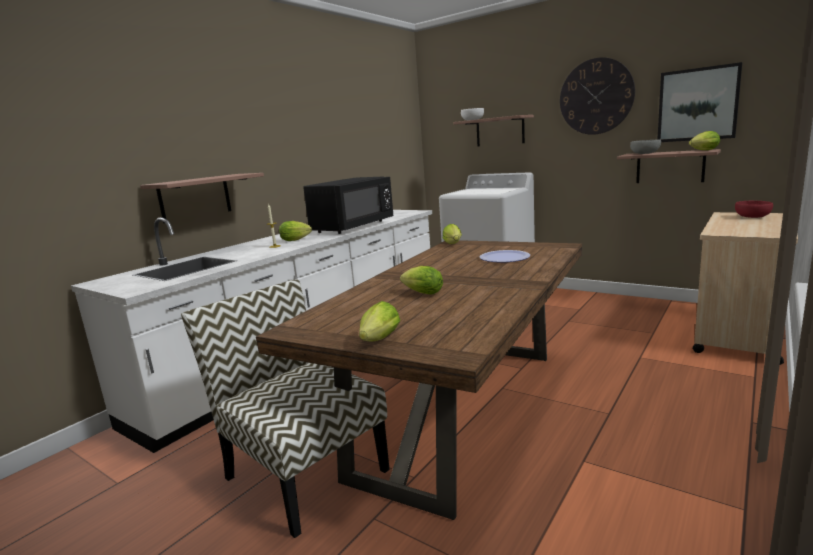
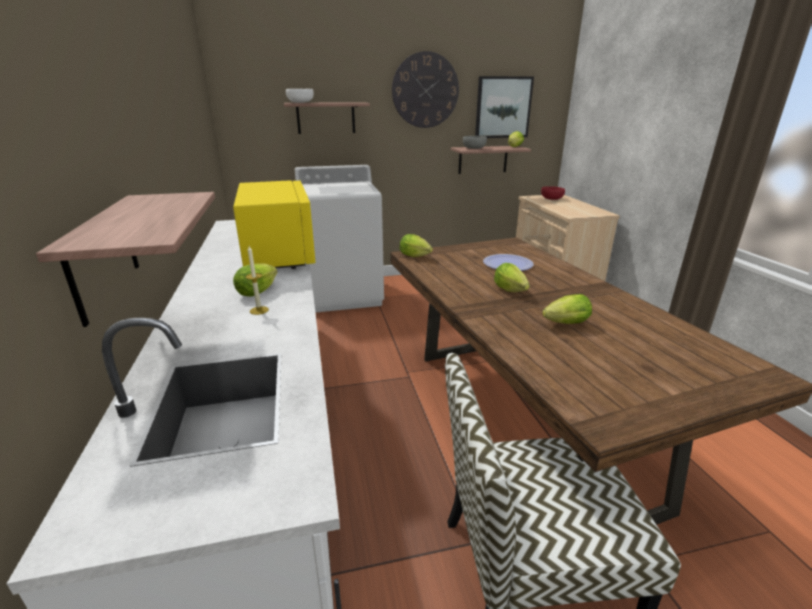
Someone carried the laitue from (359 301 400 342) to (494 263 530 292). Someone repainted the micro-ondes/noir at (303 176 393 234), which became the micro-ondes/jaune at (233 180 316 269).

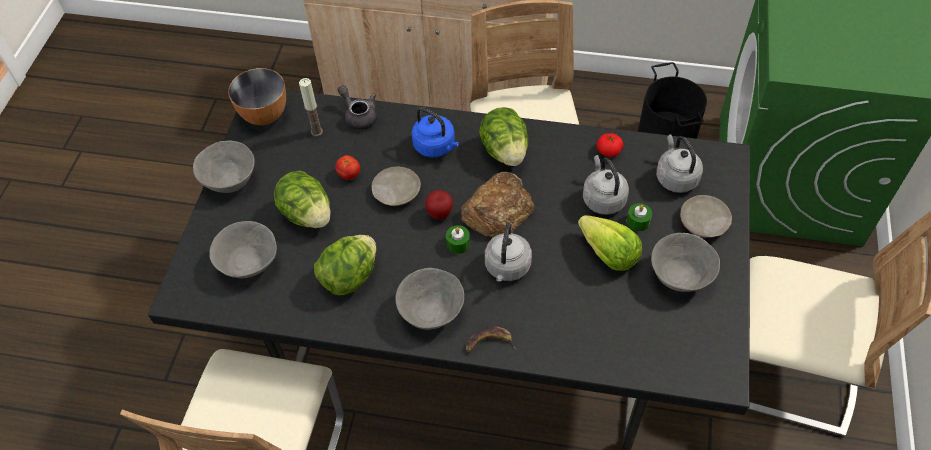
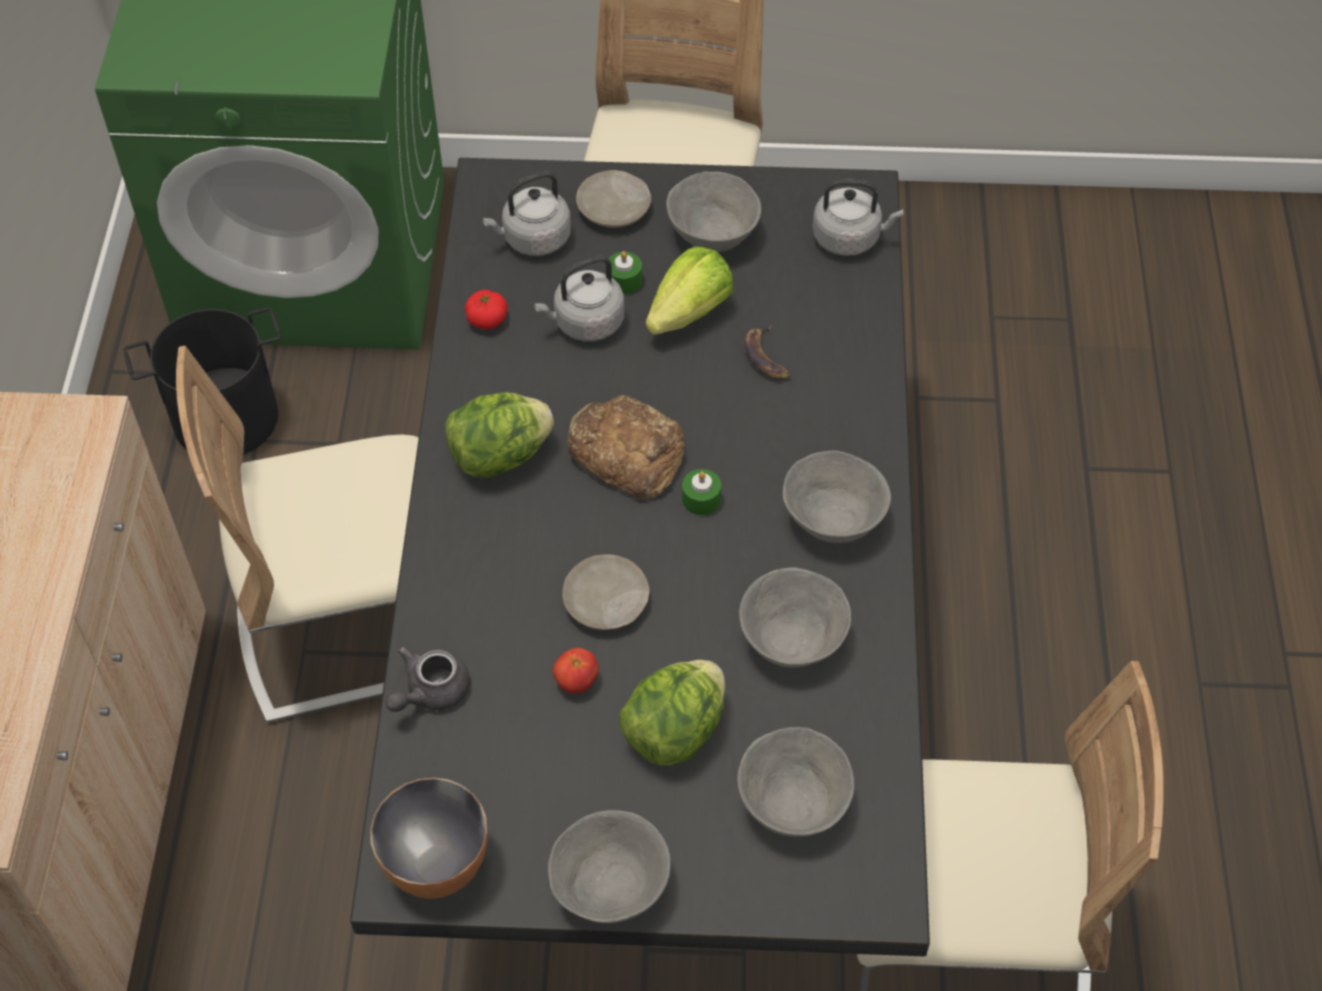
Someone took away the bougie at (299 78 323 136). Someone took away the bouilloire/bleu at (412 107 459 158). Someone took away the pomme at (425 190 453 219). Someone carried the banane from (466 326 516 353) to (745 326 791 379). Someone carried the bouilloire/gris from (485 223 532 282) to (812 179 904 256). Someone swapped the laitue at (314 235 376 295) for the bol/gris at (739 567 851 668).

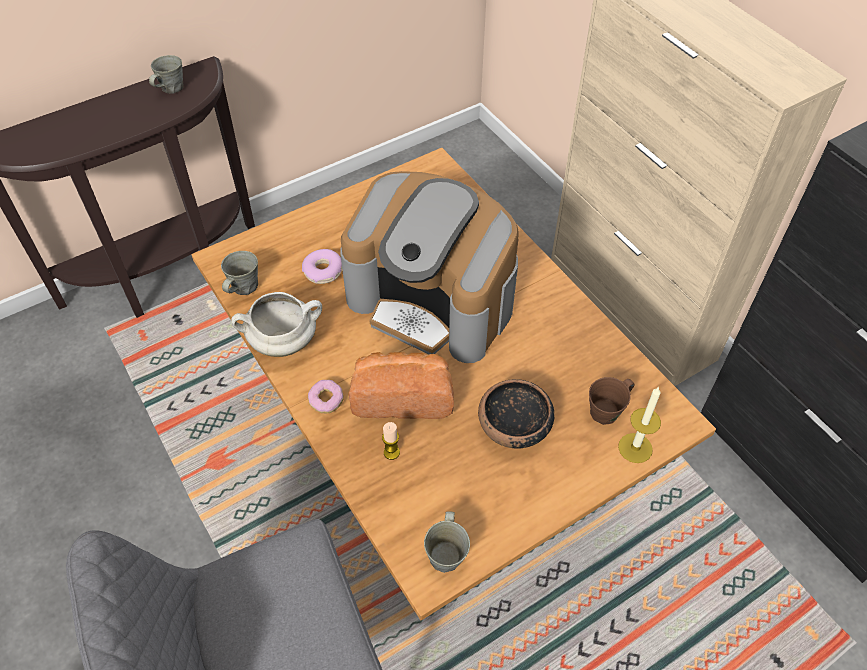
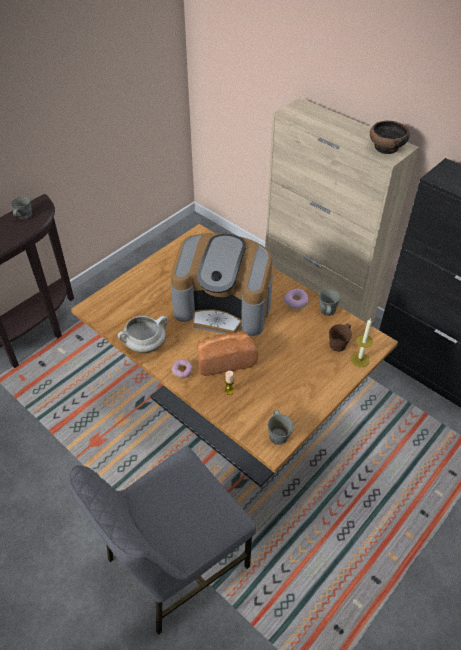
Someone carried the mug/gris from (221 251 258 295) to (319 289 340 316). Someone carried the beignet from (302 249 342 284) to (284 289 308 309). Someone carried the bol from (478 379 555 449) to (370 121 410 154).

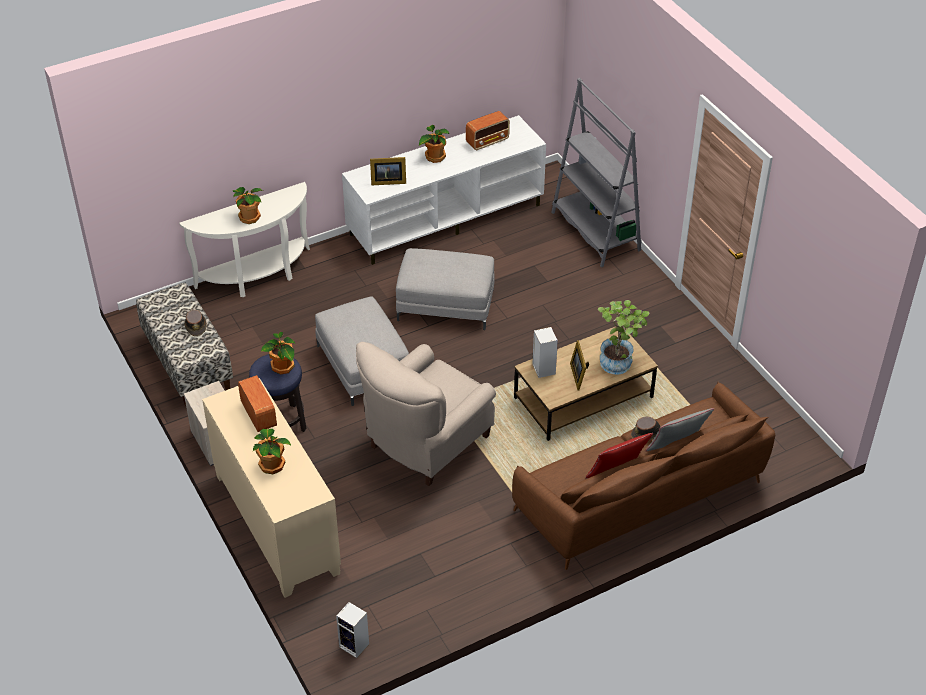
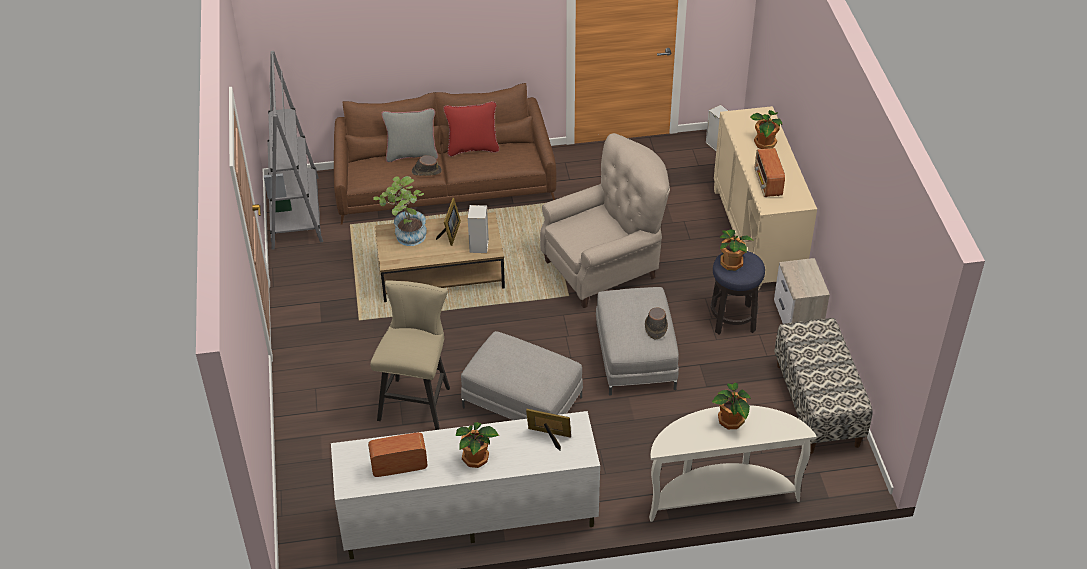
Someone put down the tabouret/beige at (370 280 450 430). Someone carried the chapeau/marron from (184 310 207 336) to (645 307 668 339). Someone carried the bibliothèque/gris from (551 78 642 267) to (264 51 323 249).

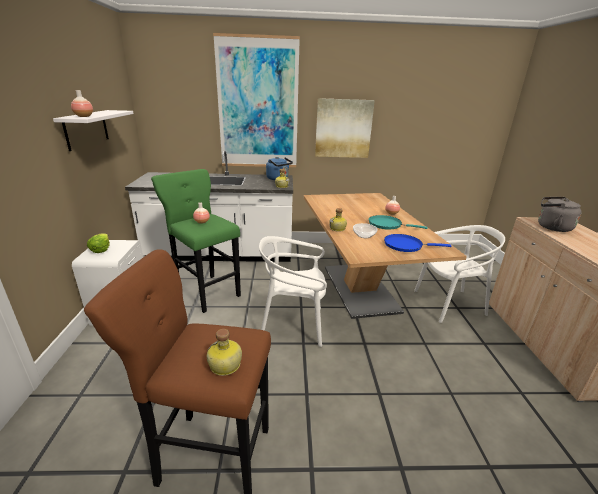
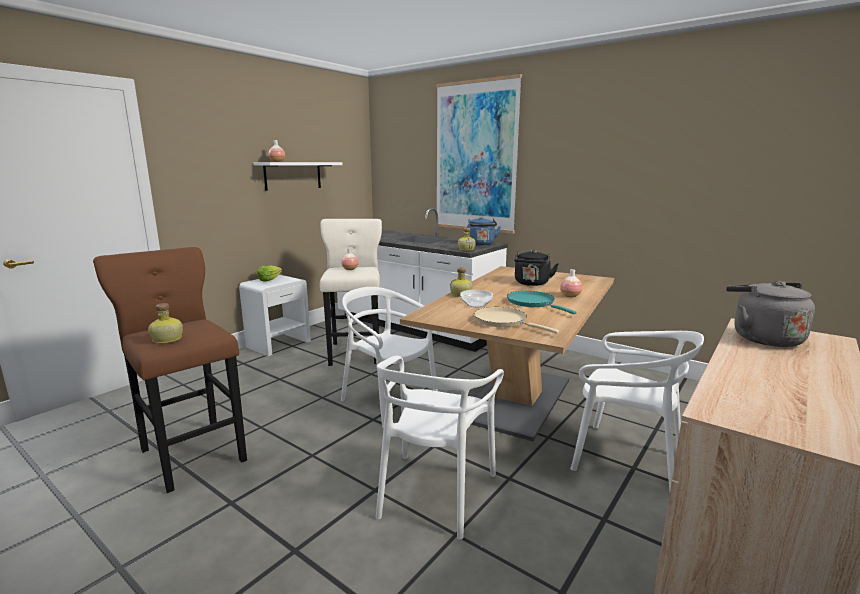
Someone took away the tableau at (315 98 375 158). Someone put down the chaise/blanc at (376 356 504 540). Someone put down the bouilloire/noir at (514 250 558 286). Someone repainted the tabouret/vert at (151 169 241 313), which became the tabouret/beige at (320 219 382 366). Someone repainted the poêle/bleu at (384 234 451 252), which became the poêle/beige at (474 307 559 334).

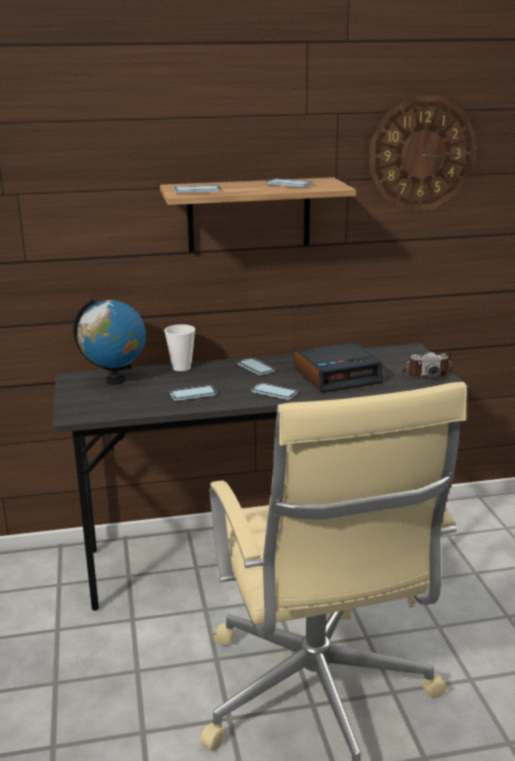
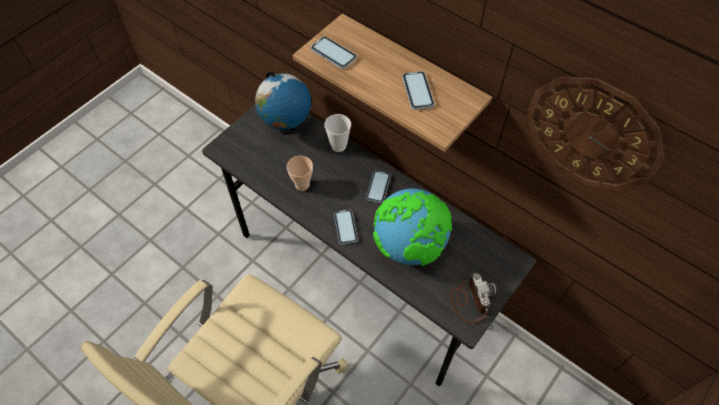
Someone swapped the téléphone at (170 385 217 401) for the tasse at (287 156 313 191). Someone swapped the réveil at (294 342 383 393) for the globe at (373 188 452 266). Someone rotated the appareil photo at (398 352 452 377) by 150 degrees counterclockwise.

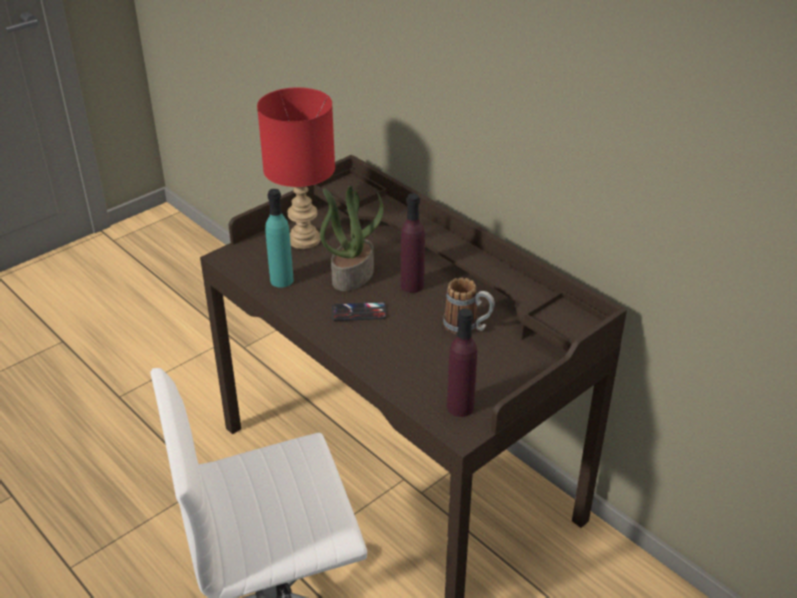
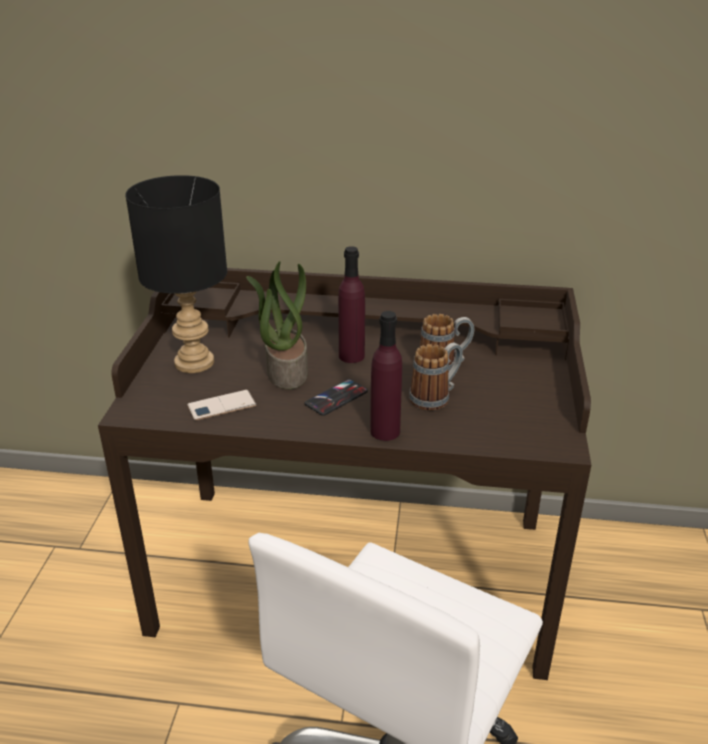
Someone put down the mug at (409 343 463 411). Someone carried the bouteille/violet from (447 308 477 417) to (370 311 402 441). Someone swapped the bouteille/turquoise at (265 189 294 288) for the téléphone at (187 390 257 421). Someone repainted the lampe de table/rouge at (257 87 335 249), which became the lampe de table/noir at (125 175 227 373).

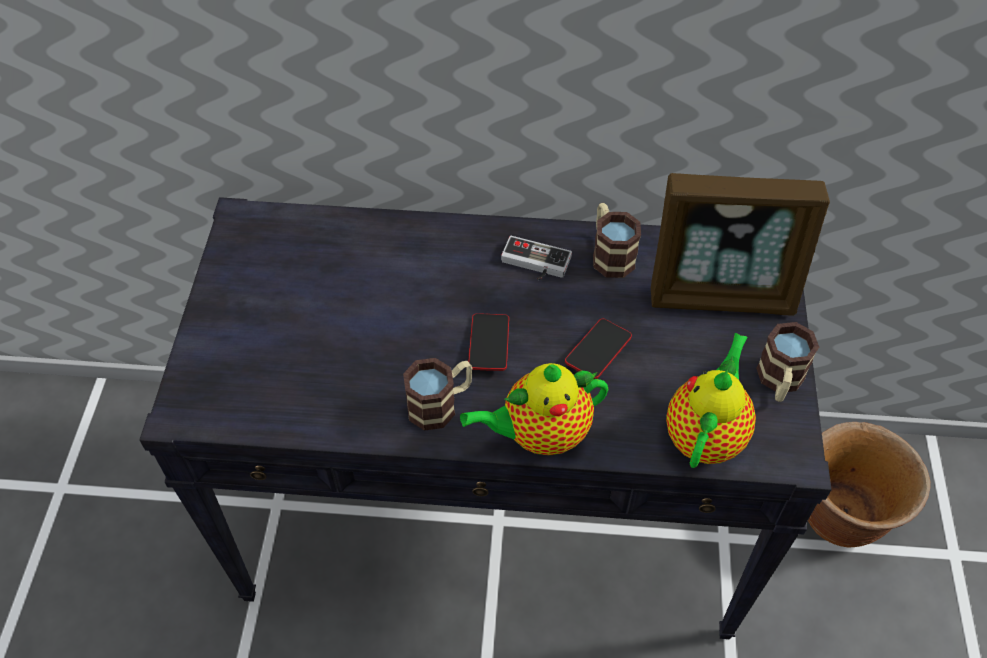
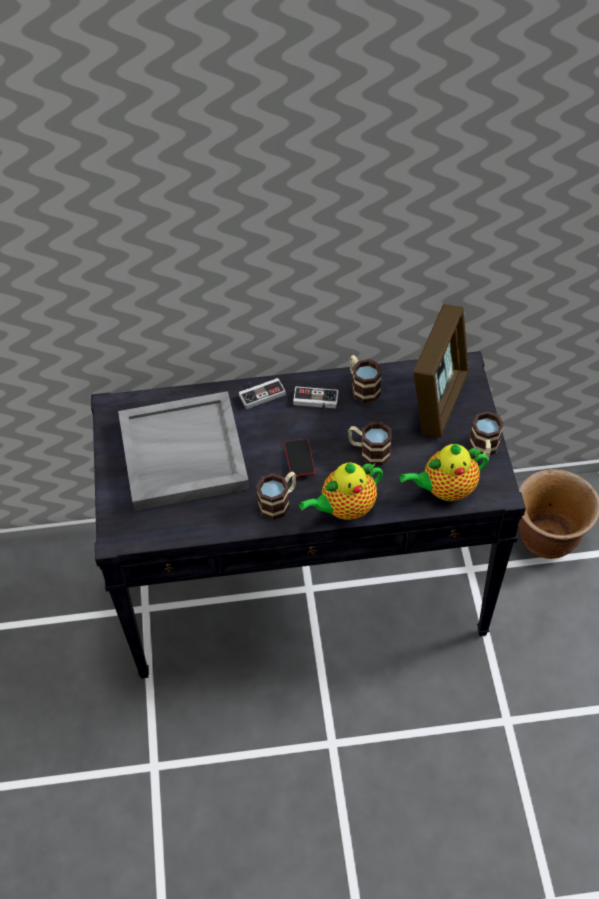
Someone put down the plateau/gris at (118 391 249 511). Someone put down the manette at (239 378 286 409). Someone swapped the téléphone at (565 319 632 379) for the mug at (348 422 392 466). Someone rotated the cadre photo at (651 173 830 316) by 60 degrees counterclockwise. Someone rotated the théière at (666 333 756 468) by 120 degrees counterclockwise.

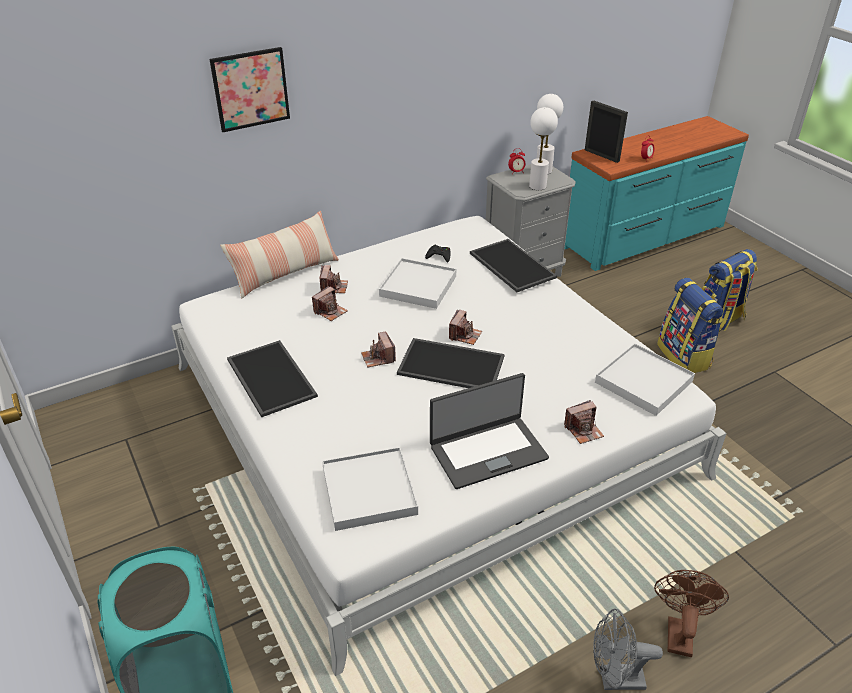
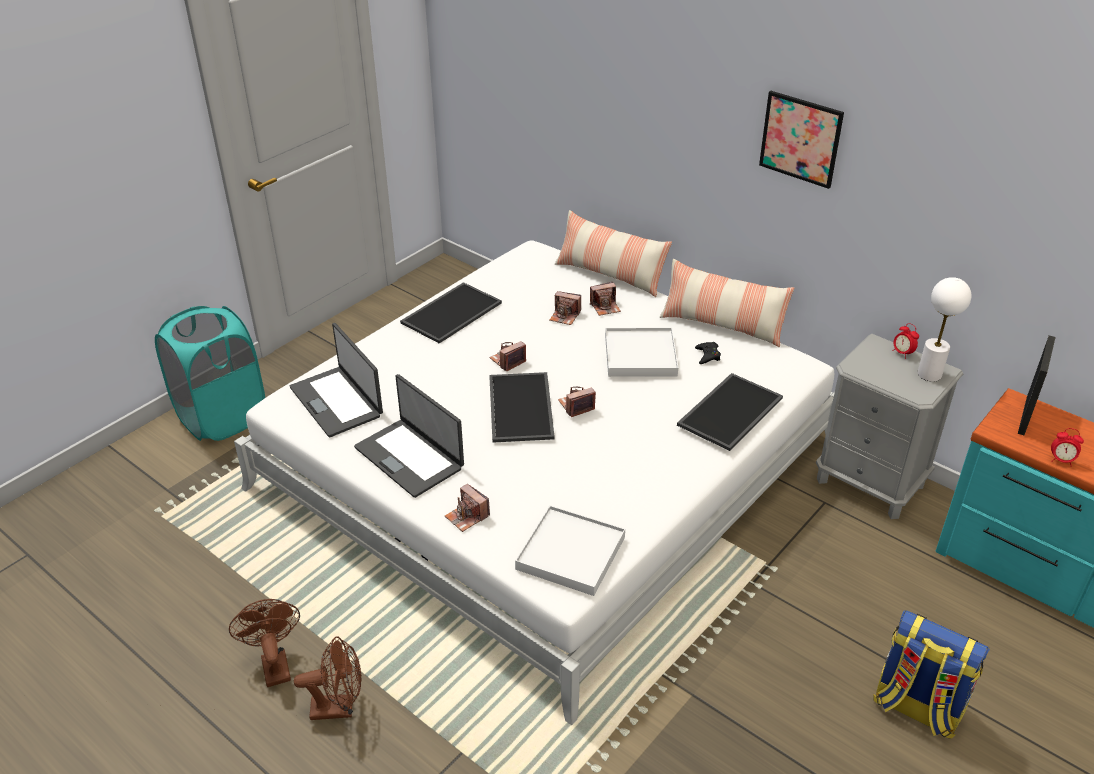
Someone took away the lampe de table/blanc at (529 107 558 190). Someone took away the sac à dos at (657 278 724 373). Someone put down the coussin at (660 259 794 348). Someone carried the tableau from (209 47 290 132) to (759 91 844 189). Someone swapped the plateau/blanc at (322 447 418 531) for the ordinateur portable at (290 323 383 437). Someone repainted the ventilateur/gris at (593 609 663 690), which became the ventilateur/marron at (229 599 300 687). Someone rotated the appareil photo at (449 309 482 345) by 150 degrees clockwise.

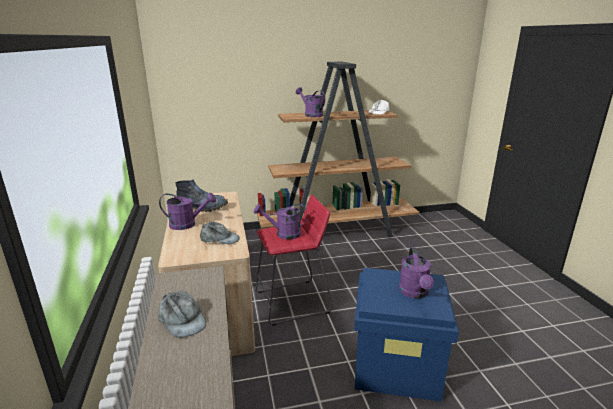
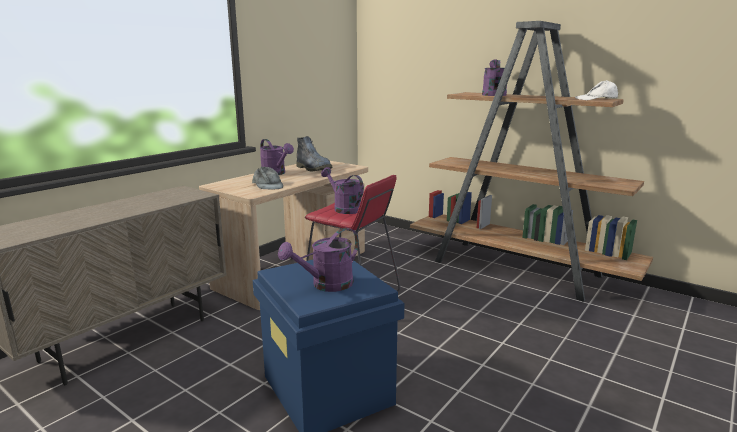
Someone took away the casquette/gris at (158 291 206 338).

